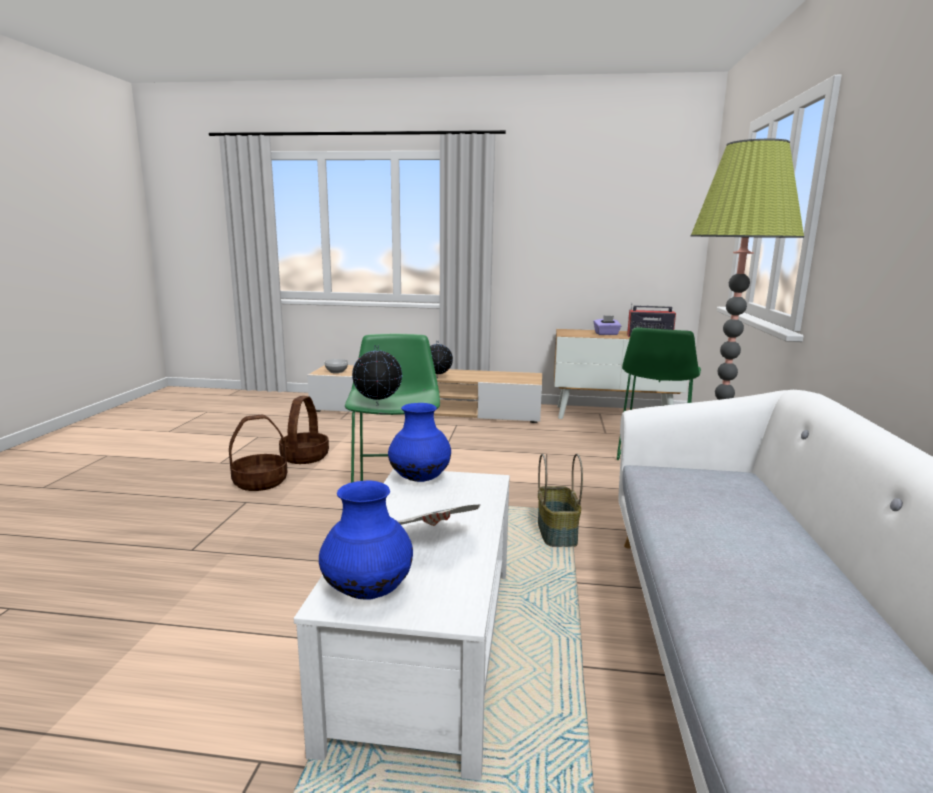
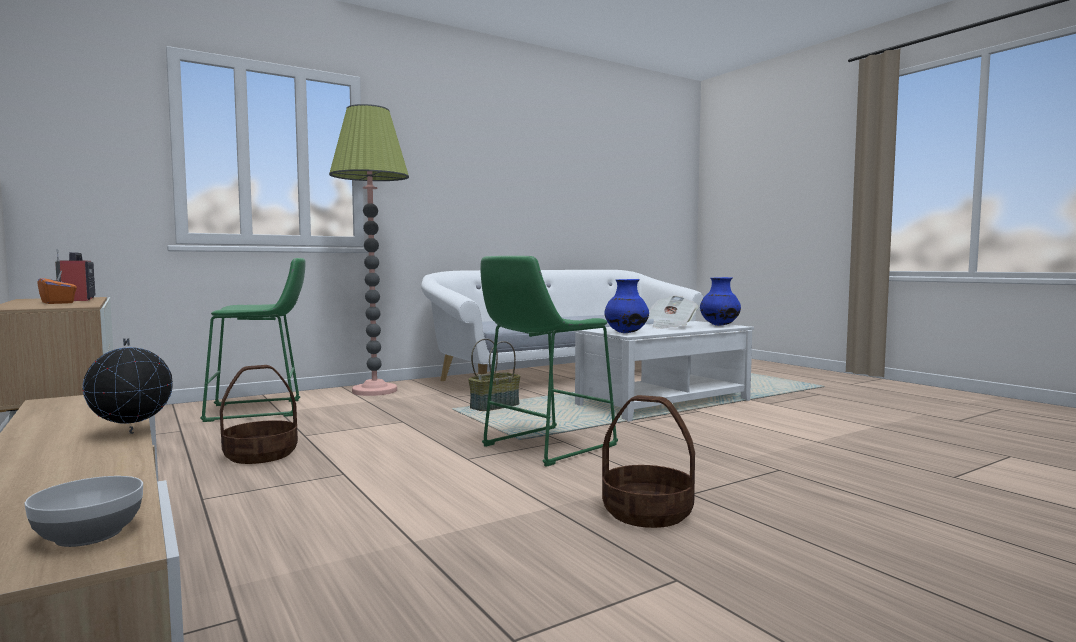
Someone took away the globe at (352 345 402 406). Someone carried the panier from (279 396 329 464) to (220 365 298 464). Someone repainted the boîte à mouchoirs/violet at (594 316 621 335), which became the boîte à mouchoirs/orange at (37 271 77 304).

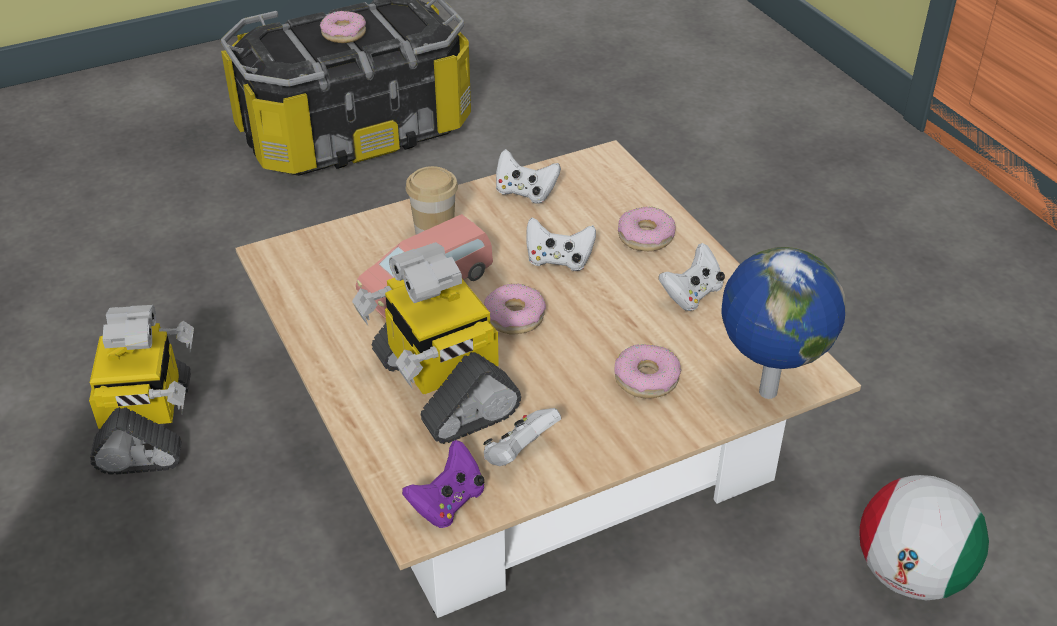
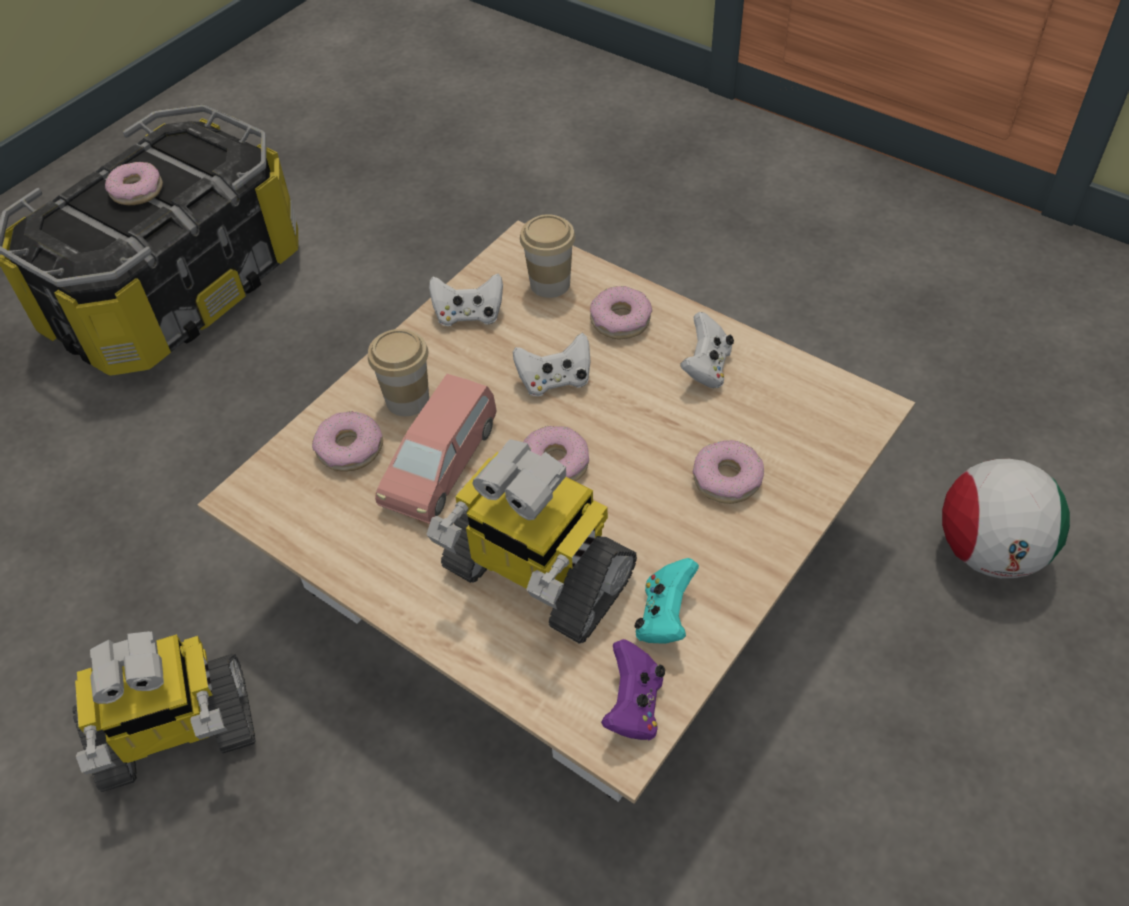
Someone took away the globe at (721 247 846 399). Someone put down the beignet at (312 411 383 472). Someone put down the tasse at (520 214 575 298). Someone repainted the manette/blanc at (483 408 561 466), which became the manette/turquoise at (634 558 699 644). Someone rotated the robot jouet at (89 305 194 475) by 105 degrees clockwise.

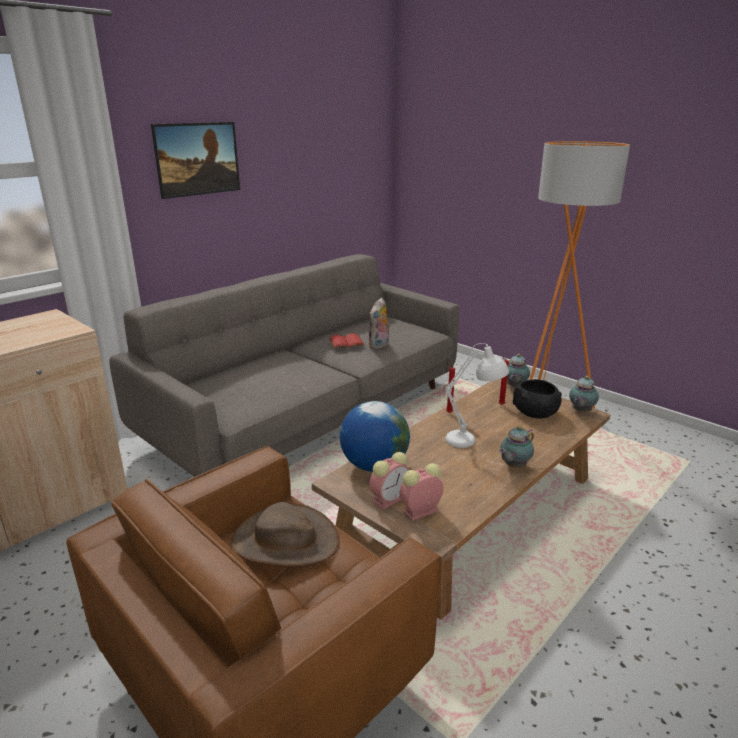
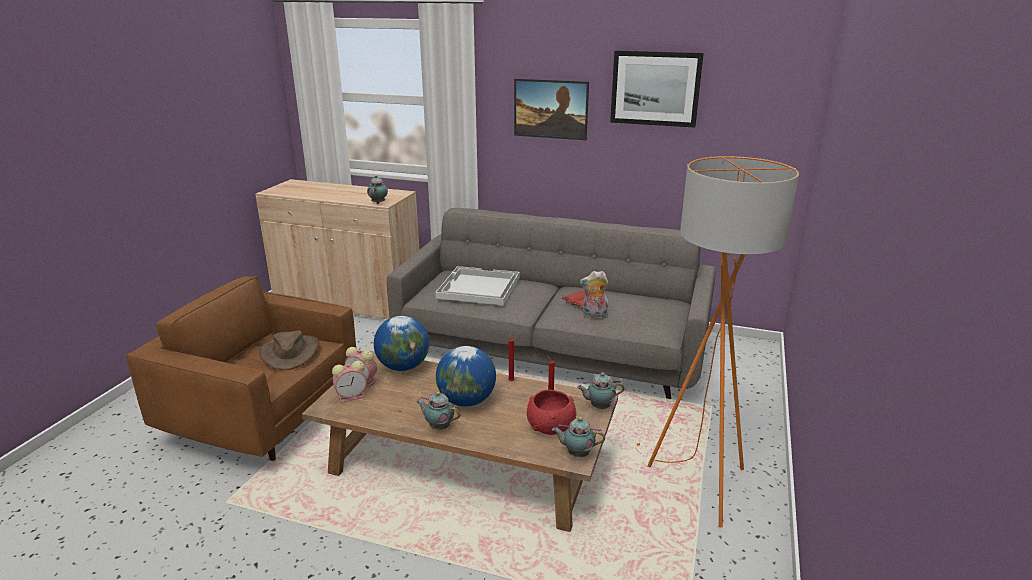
Someone put down the théière at (367 175 388 204). Someone put down the plateau/blanc at (435 266 520 305). Someone put up the tableau at (610 51 704 128). Someone swapped the lampe de table/blanc at (445 343 509 448) for the globe at (436 346 496 407). Someone repainted the bol/noir at (513 379 562 419), which became the bol/rouge at (527 390 576 435). Someone rotated the réveil at (399 463 444 521) by 120 degrees clockwise.

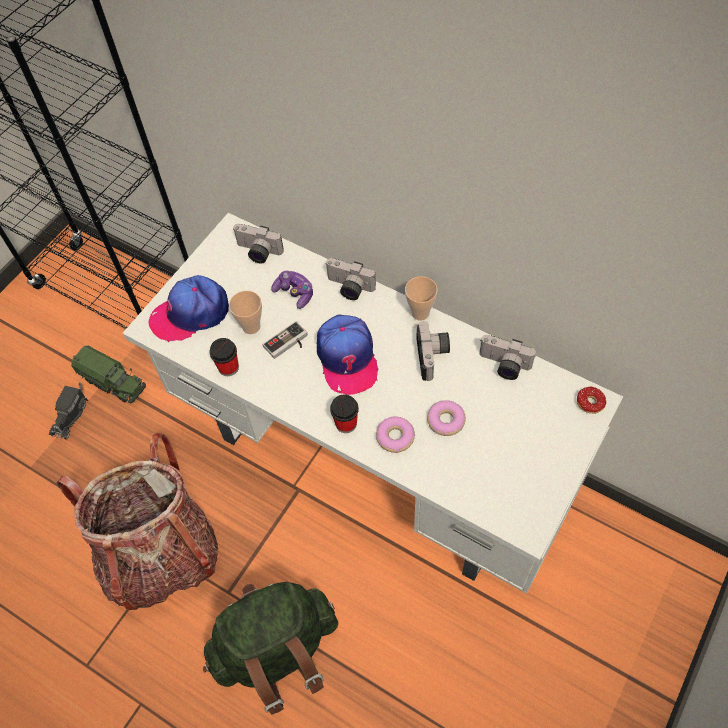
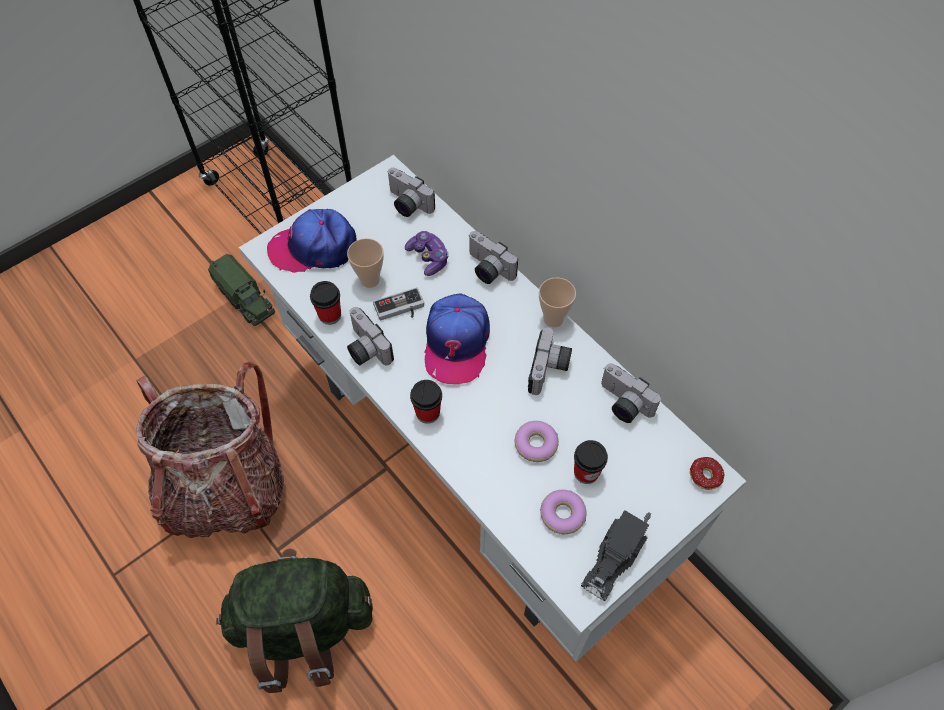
Someone put down the appareil photo at (347 307 394 365). Someone put down the tasse at (574 440 608 484). Someone carried the camion jouet from (49 382 88 439) to (581 510 651 601). Someone carried the beignet from (376 416 415 453) to (540 490 587 534).

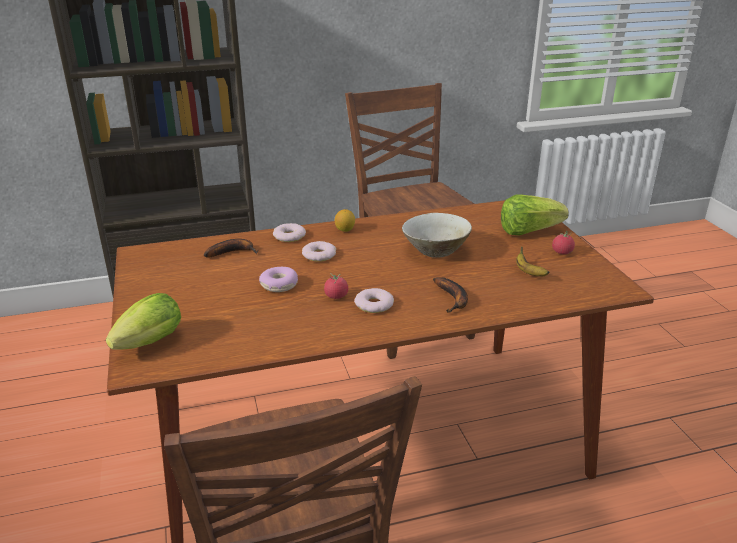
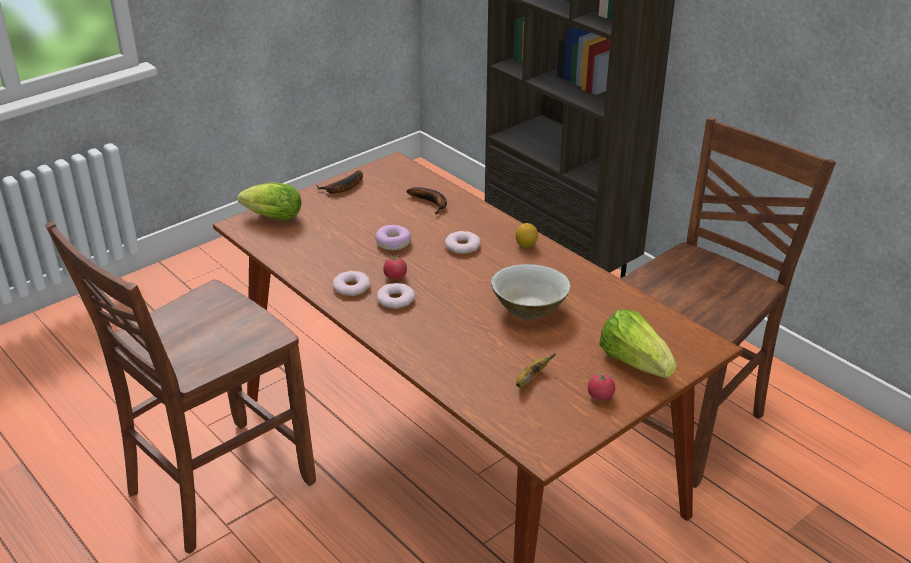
Someone carried the beignet from (273 223 306 242) to (332 271 371 296). Someone carried the banane from (433 277 468 313) to (317 170 363 193).

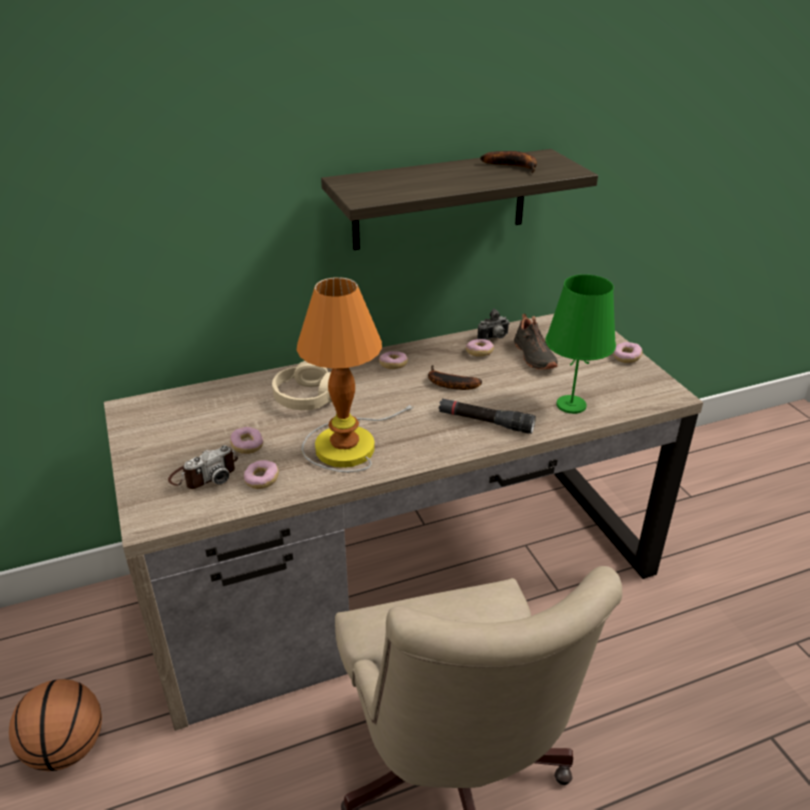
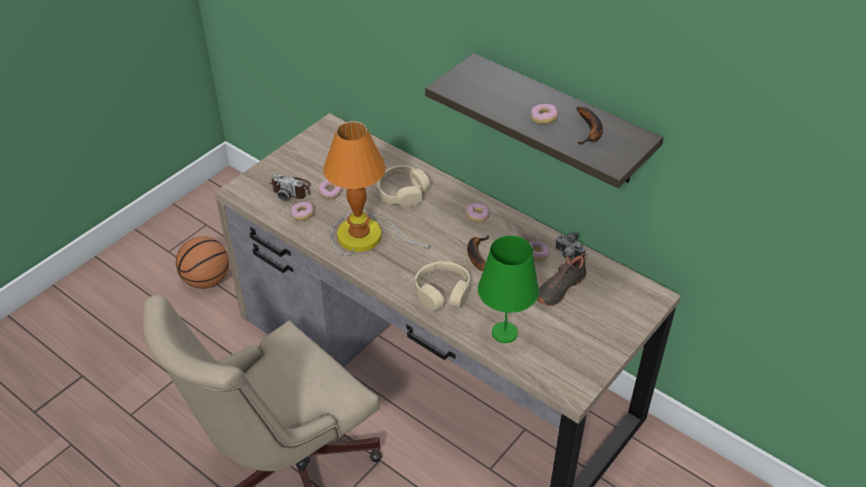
Someone carried the beignet from (613 342 643 363) to (531 104 558 124). Someone swapped the lampe de poche/noir at (438 398 536 434) for the casque audio/beige at (414 261 471 311).

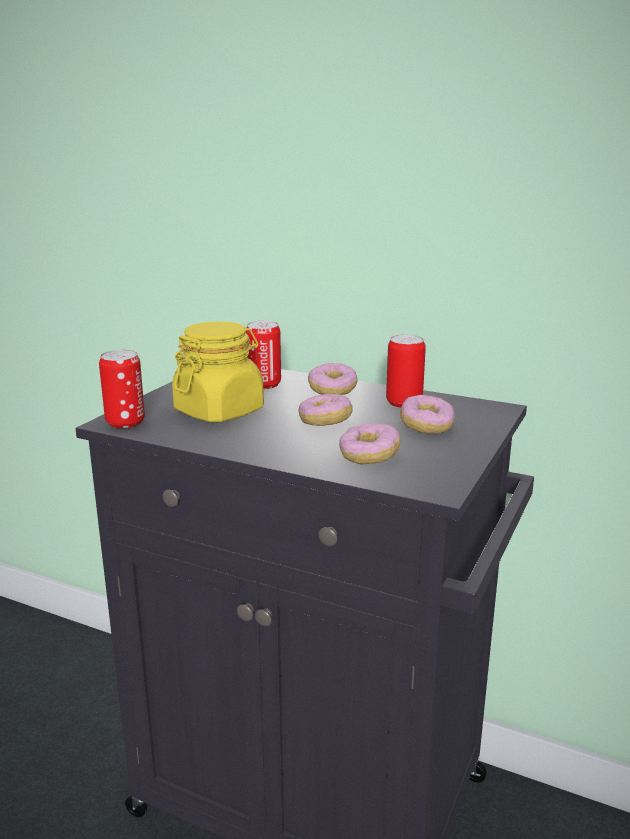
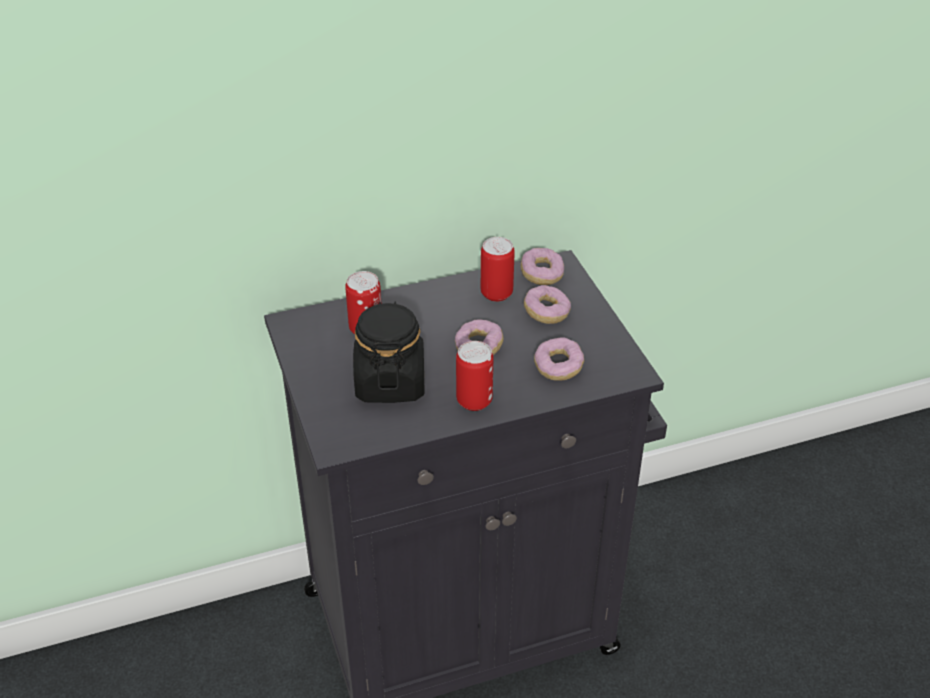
Someone carried the boîte métallique from (99 350 145 428) to (456 341 493 411). Someone carried the beignet from (308 363 357 395) to (521 248 564 285). Someone repainted the bocal/jaune at (172 321 264 422), which became the bocal/noir at (353 302 425 403).

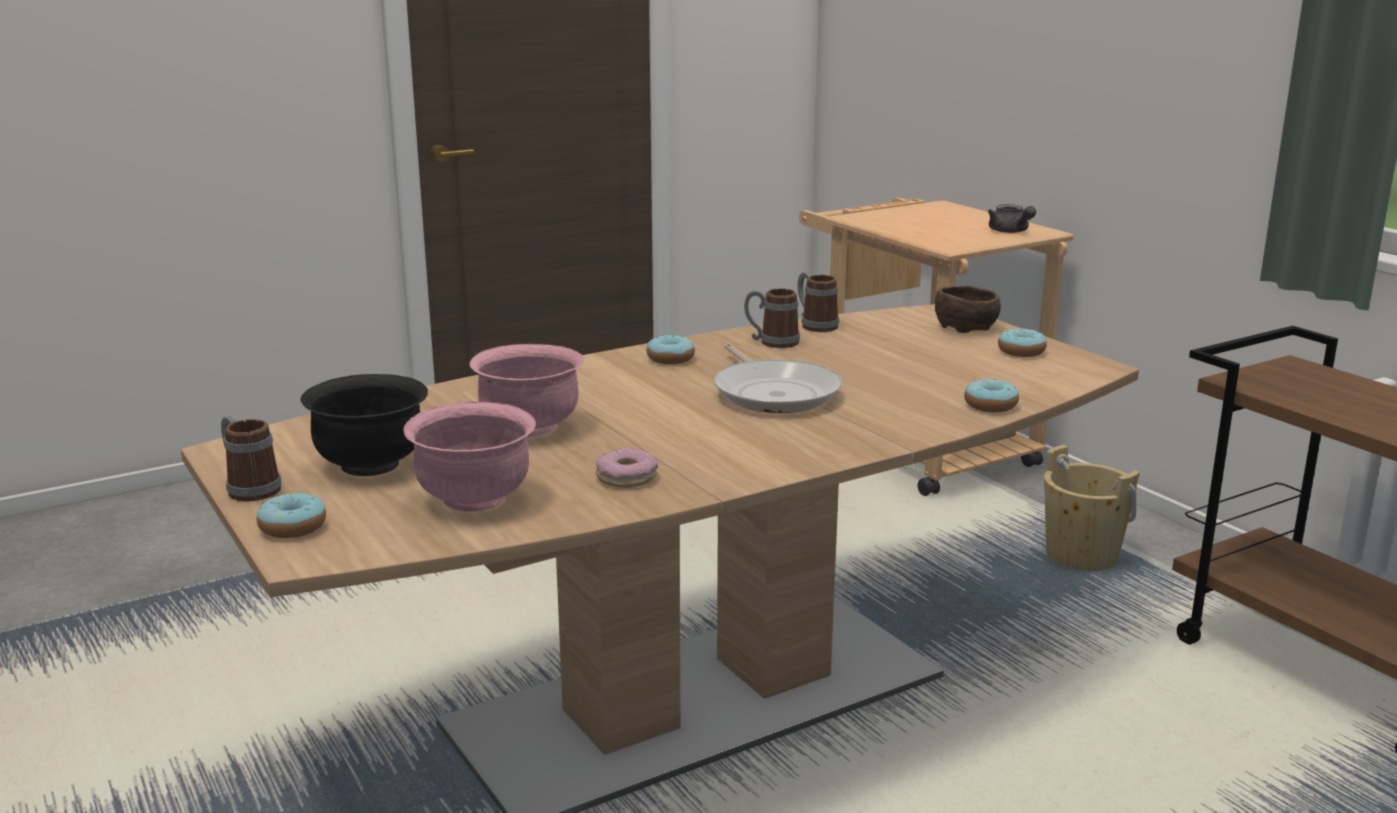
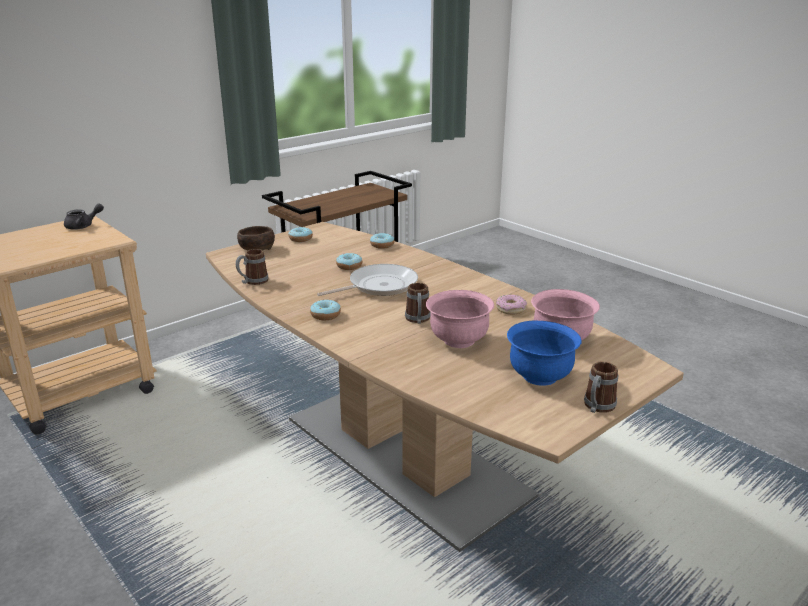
Someone took away the seau/beige at (1044 445 1140 571). Someone carried the beignet from (256 493 326 538) to (336 253 362 270). Someone carried the mug from (744 288 800 348) to (405 283 431 324). Someone repainted the bol/noir at (301 374 428 476), which became the bol/bleu at (507 320 582 386).

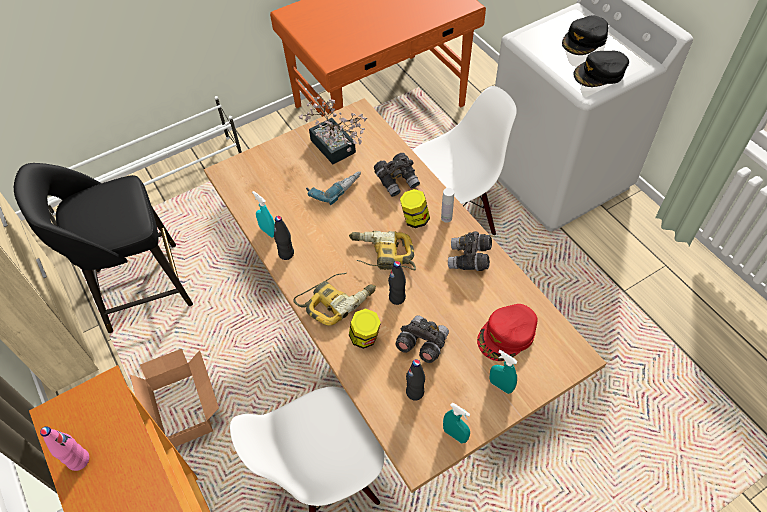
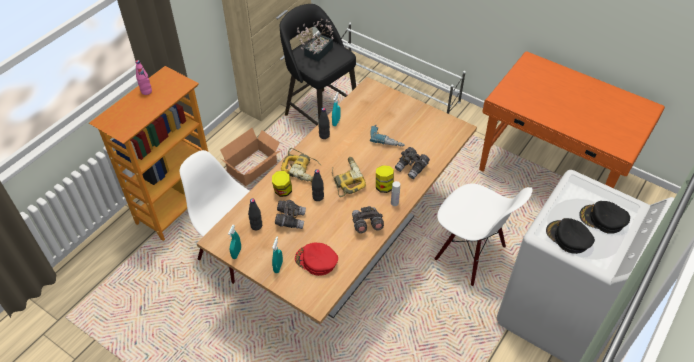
Someone carried the plante en pot from (299 97 367 164) to (296 19 334 62).

